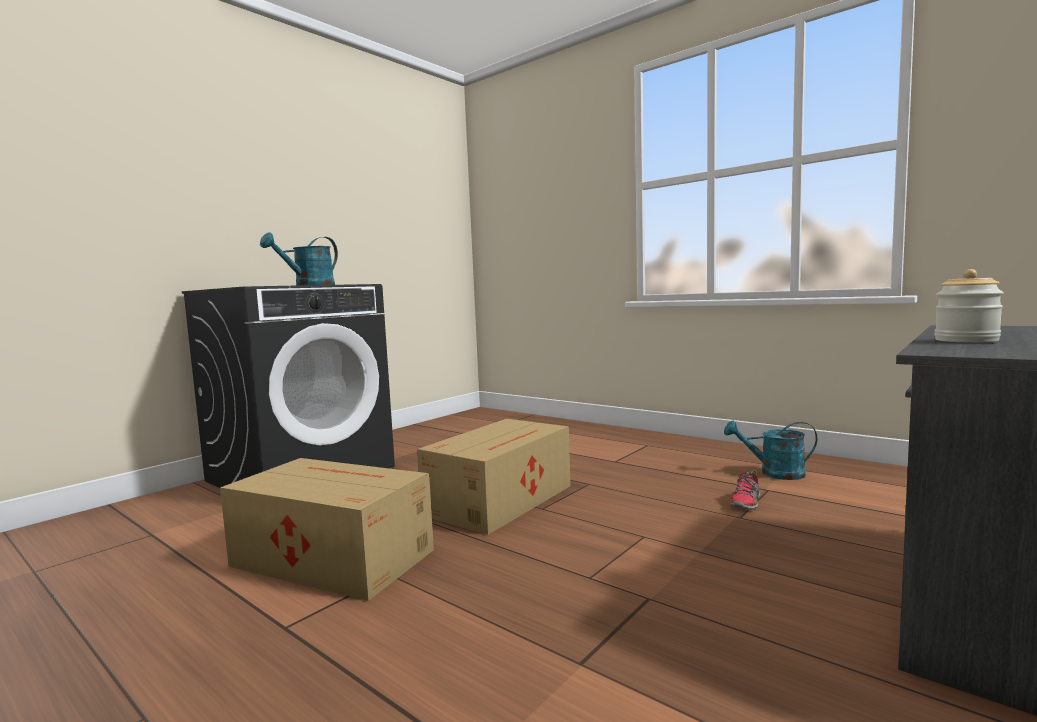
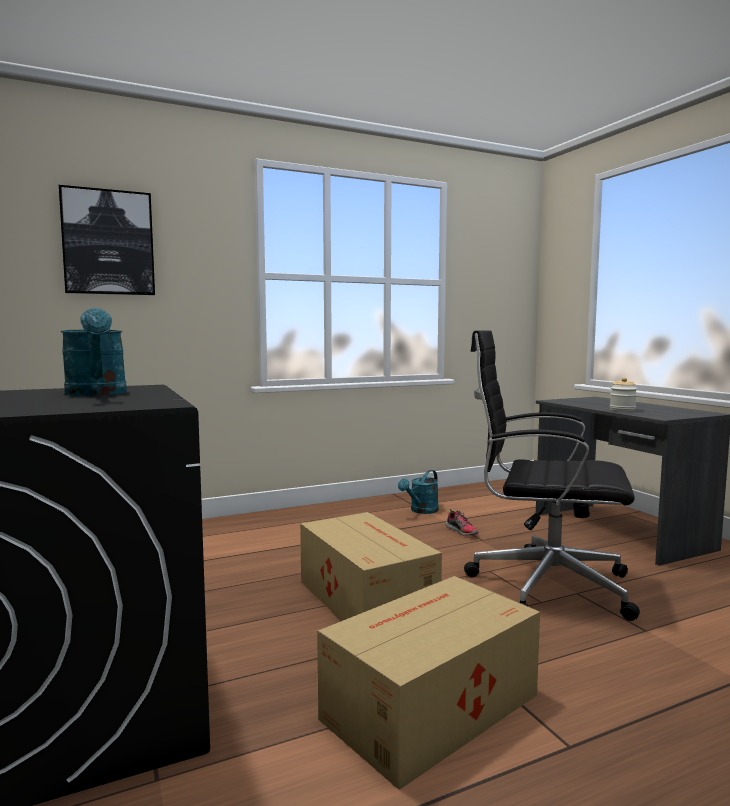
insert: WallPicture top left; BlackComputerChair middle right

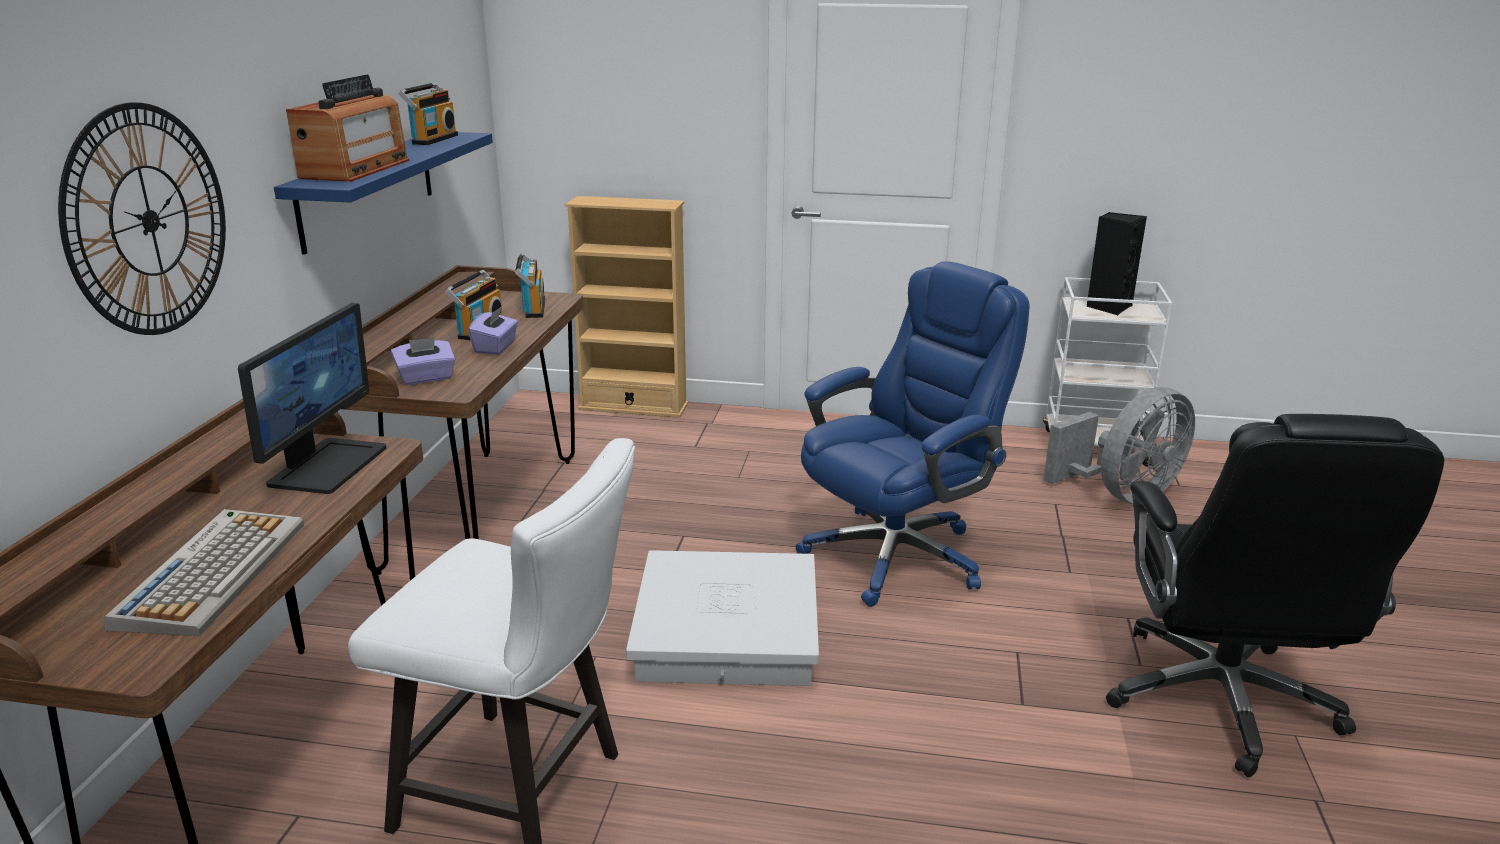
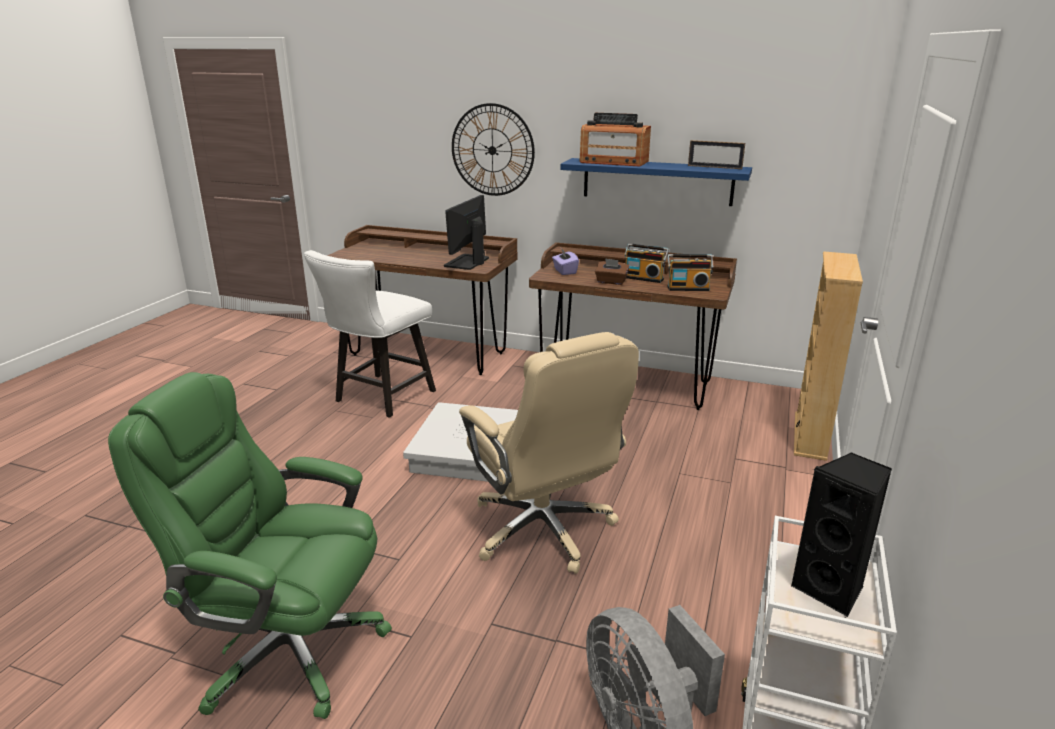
delete: Keyboard bottom left
replace: RadioReceiver (2nd from left) top left to PhotoFrame top right
recolor: PurplishTissueBox (2nd from left) middle left to BrownColouredTissueBox centre; BlueColouredComputerChair centre to BeigeColouredComputerChair centre; BlackComputerChair bottom right to GreenishComputerChair bottom left
rotate: ComputerDisplay middle left = top centre 90 degrees clockwise

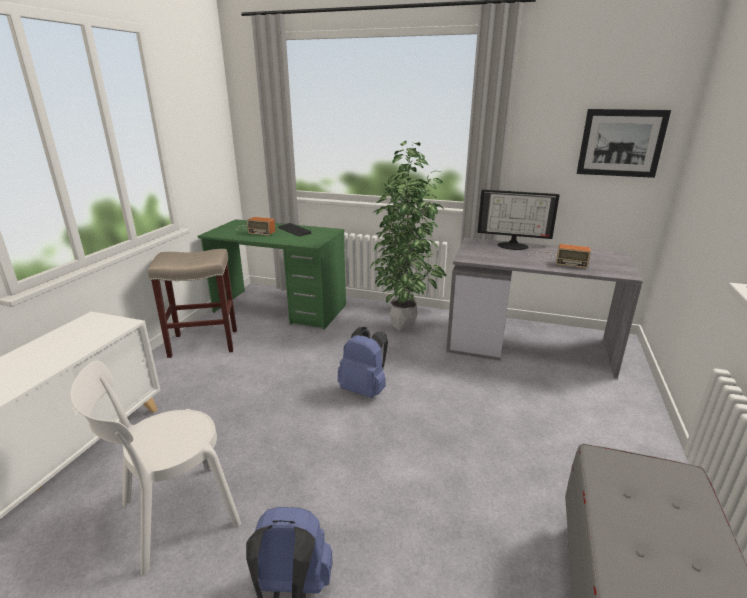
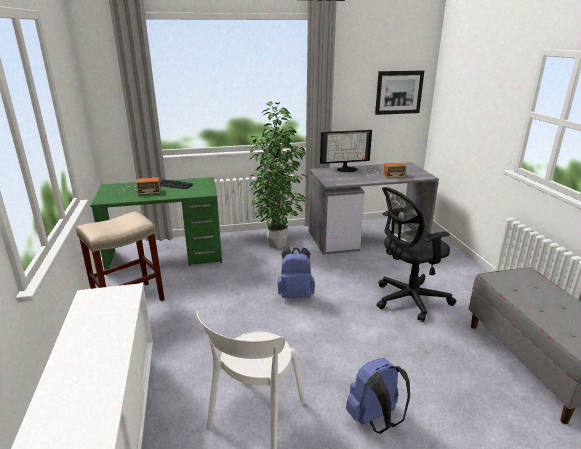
insert: BlackComputerChair middle right

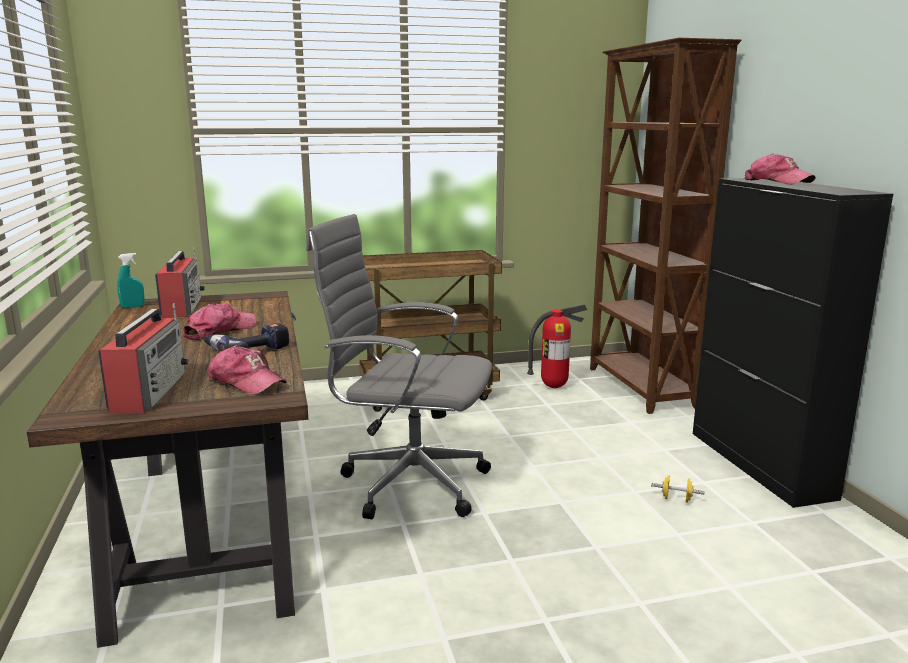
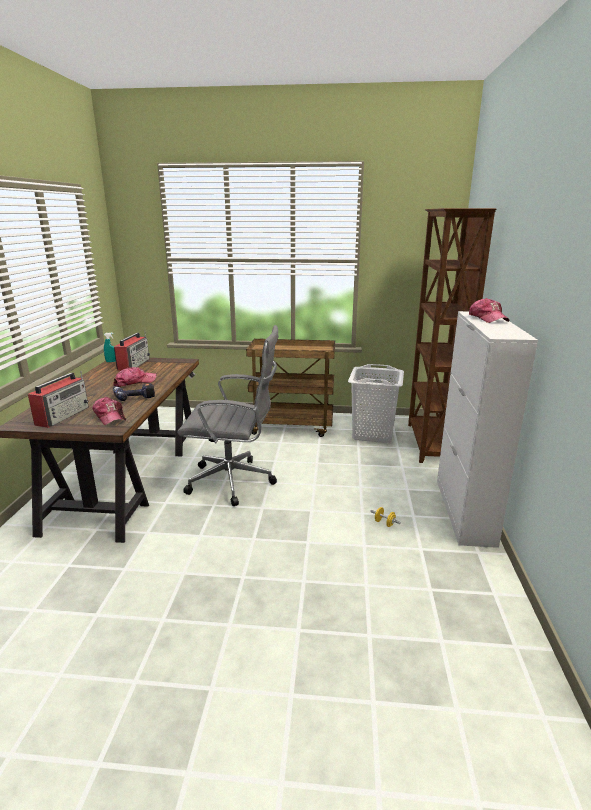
replace: Extinguisher centre to WhitishHamper centre
recolor: BlackStorageCabinet middle right to WhitishStorageCabinet middle right
rotate: GreyishComputerChair centre = centre 150 degrees clockwise

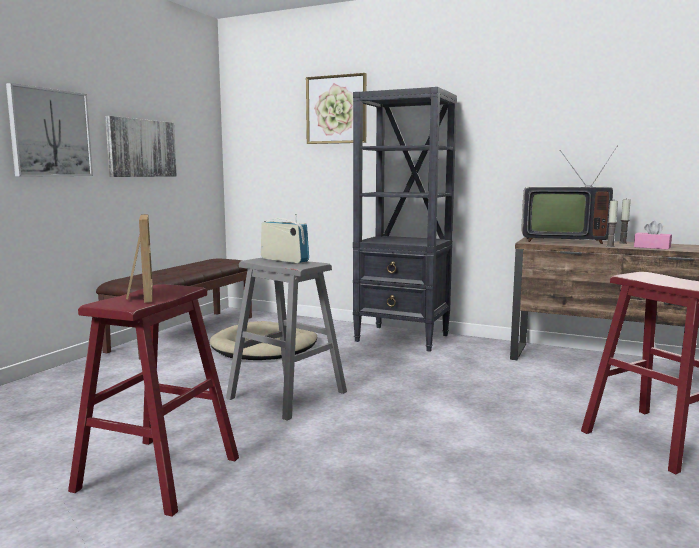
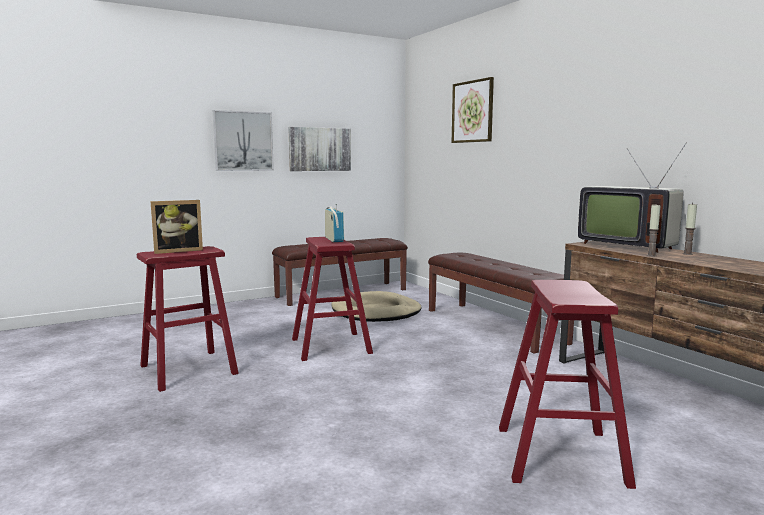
delete: PinkishTissueBox middle right
replace: BlackBookshelf centre to BrownColouredIndoorBench (2nd from left) centre
recolor: GreyishSittingStool centre to RedSittingStool (2nd from left) centre
rotate: PhotoFrame middle left = middle left 45 degrees clockwise

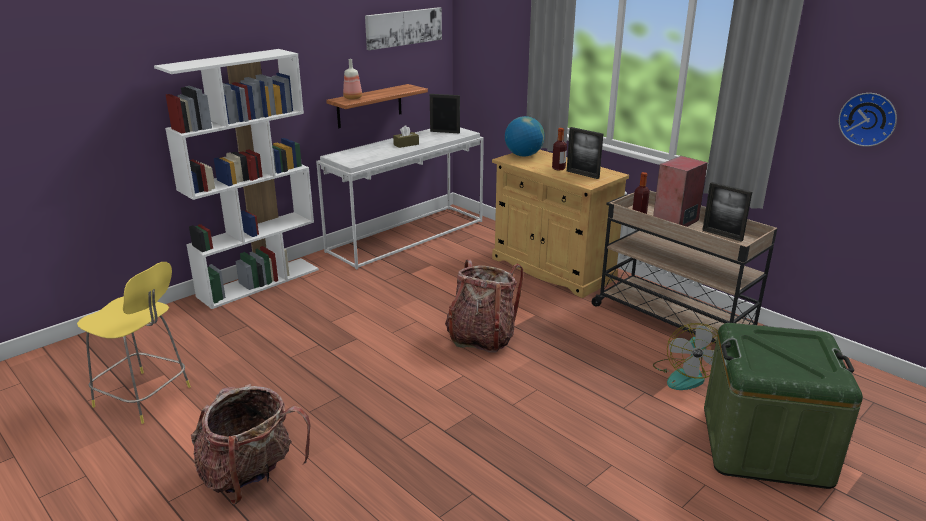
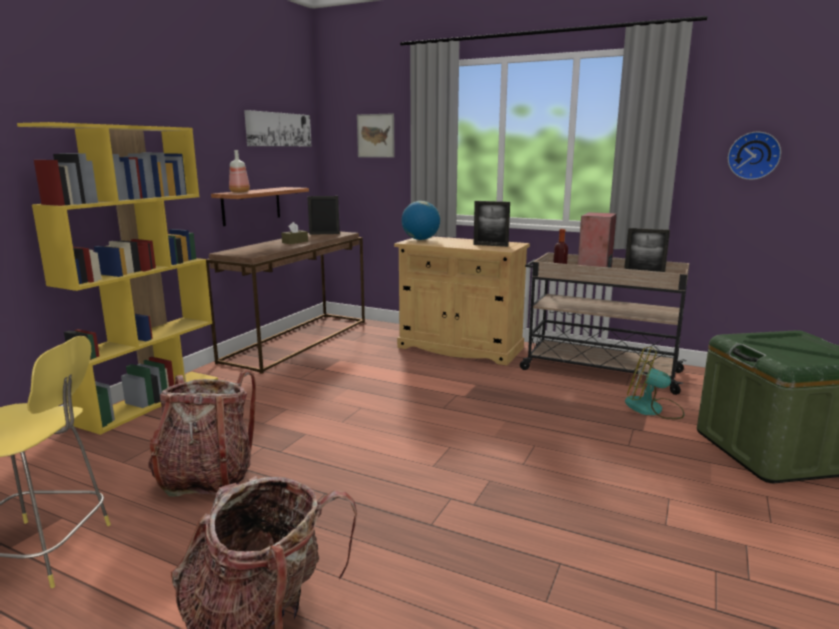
delete: Bottle (2nd from left) top centre
insert: WallPicture (2nd from left) top centre
move: Knapsack (2nd from left in the first image) centre to Knapsack (1st from left) bottom left
recolor: WhitishBookshelf middle left to YellowBookshelf middle left; WhitishNarrowTable centre to BrownColouredNarrowTable centre
rotate: CoolingFan bottom right = middle right 120 degrees clockwise

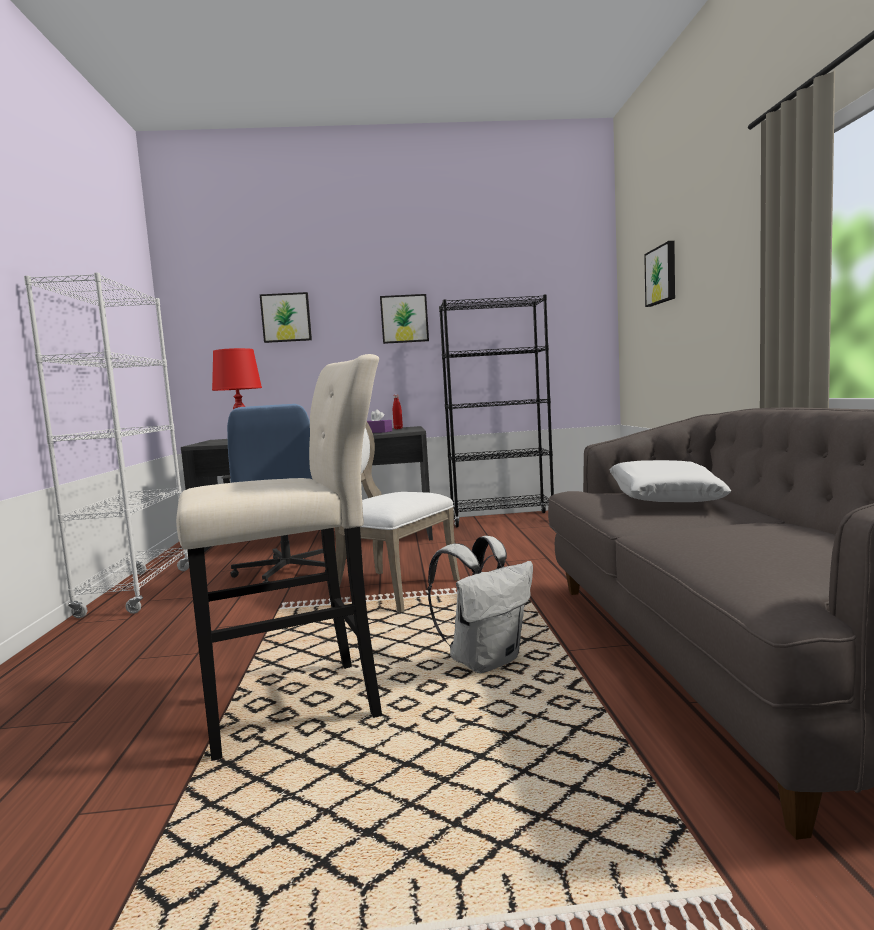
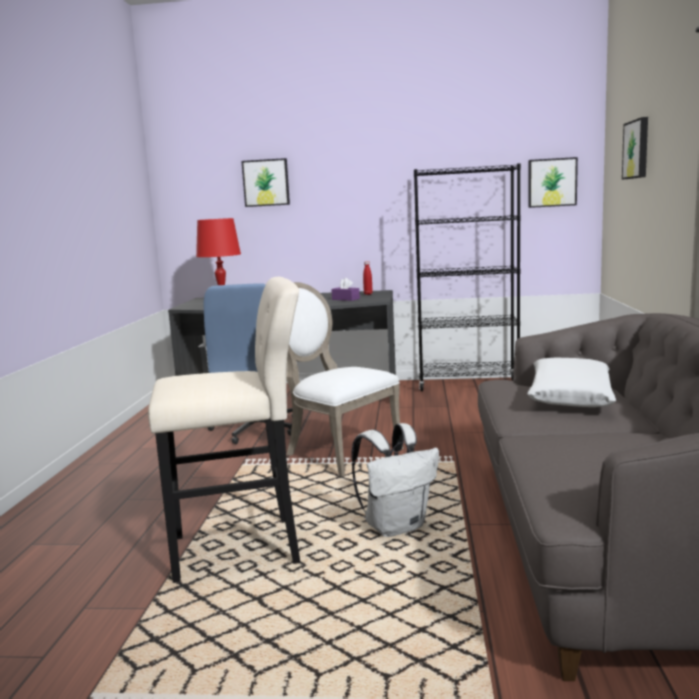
delete: WhitishBookshelf middle left
move: WallPicture (2nd from left) centre to top right

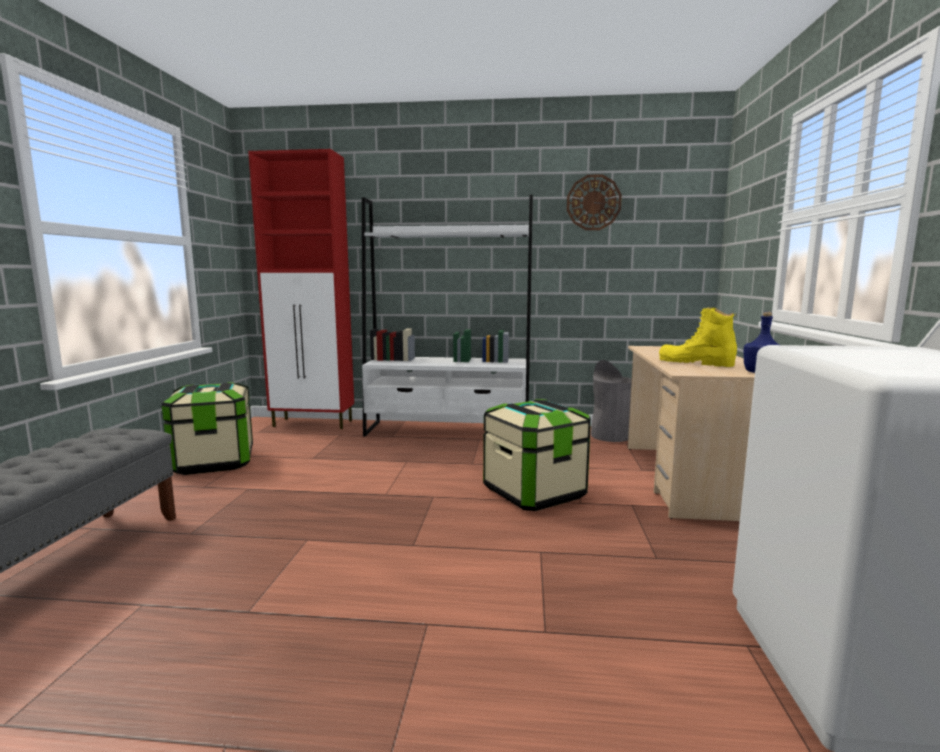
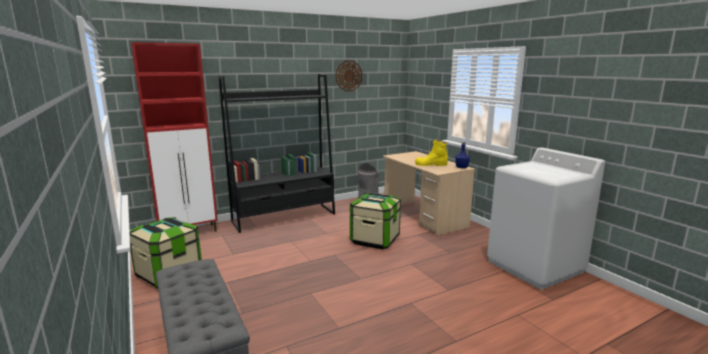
recolor: WhitishBookshelf centre to BlackBookshelf centre

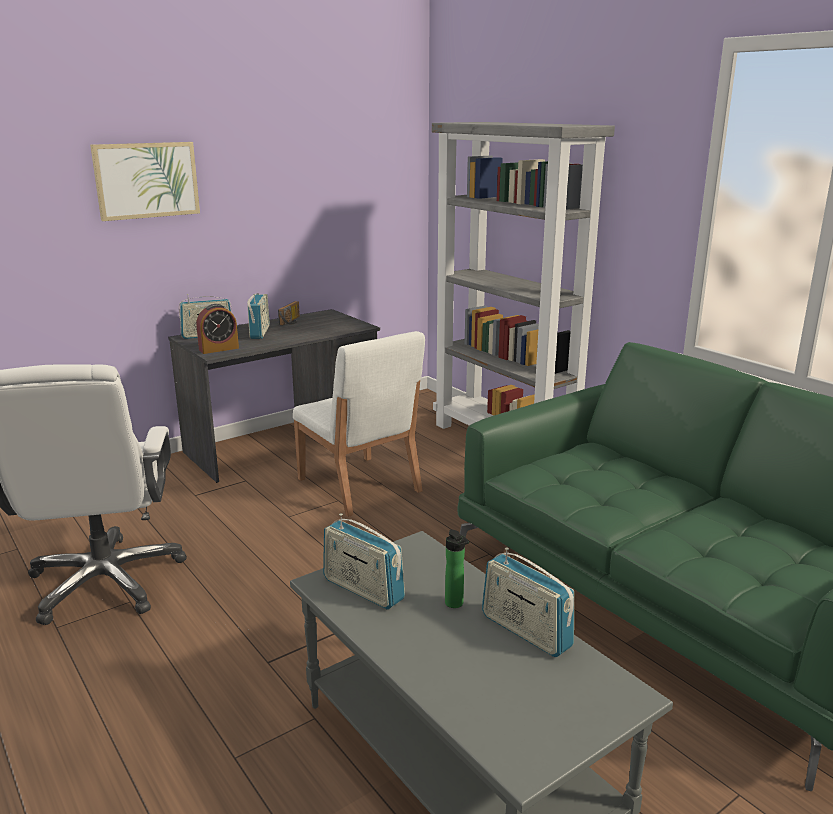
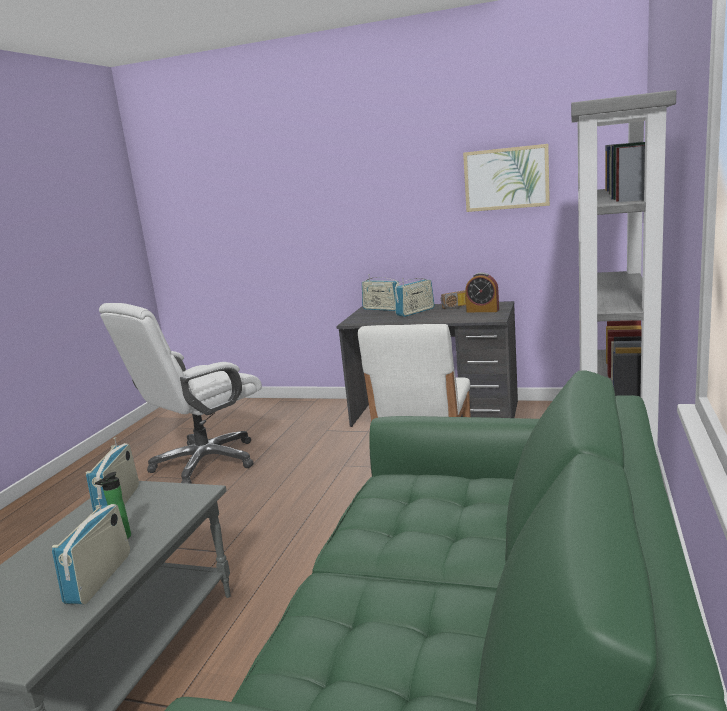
move: WallPicture top left to top right; BedsideClock middle left to centre

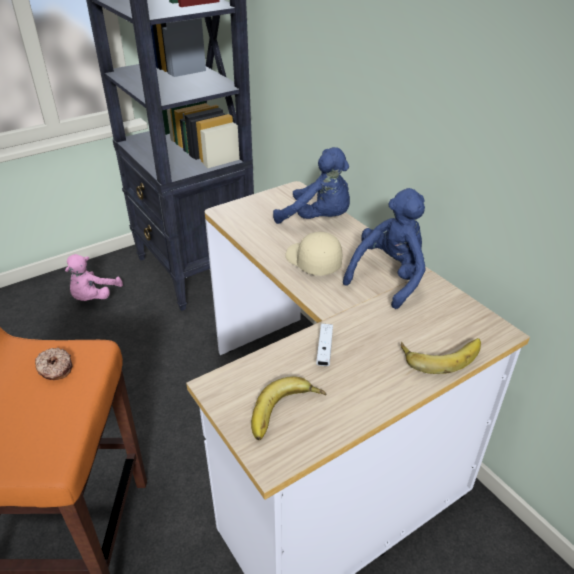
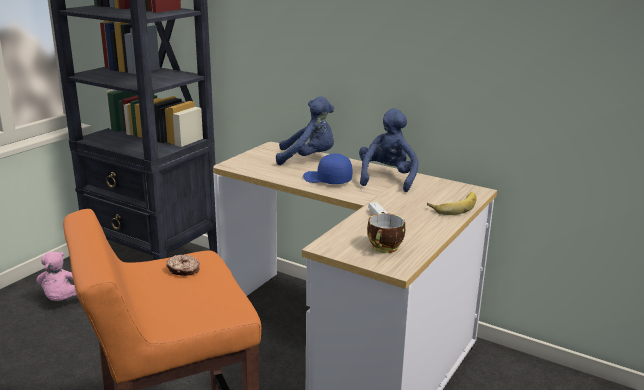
replace: BananaFruit (1st from left) bottom centre to DrinkingCup centre
recolor: BeigeColouredBaseballCap centre to BlueColouredBaseballCap centre

